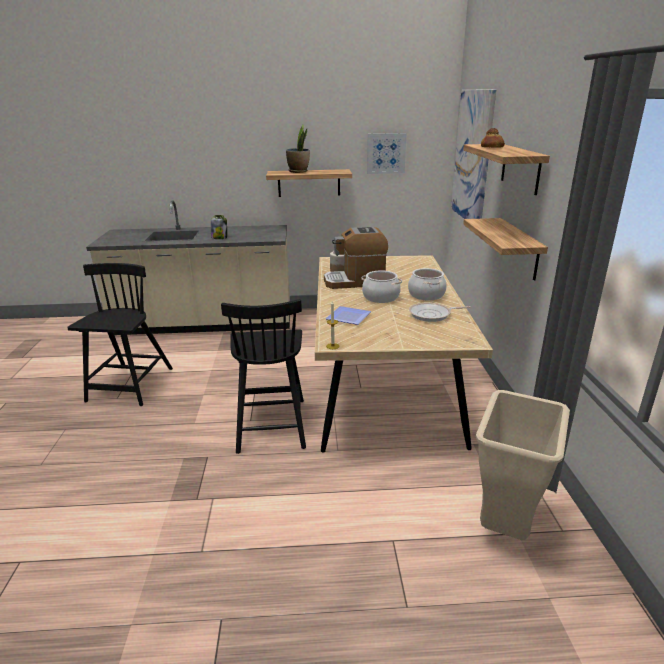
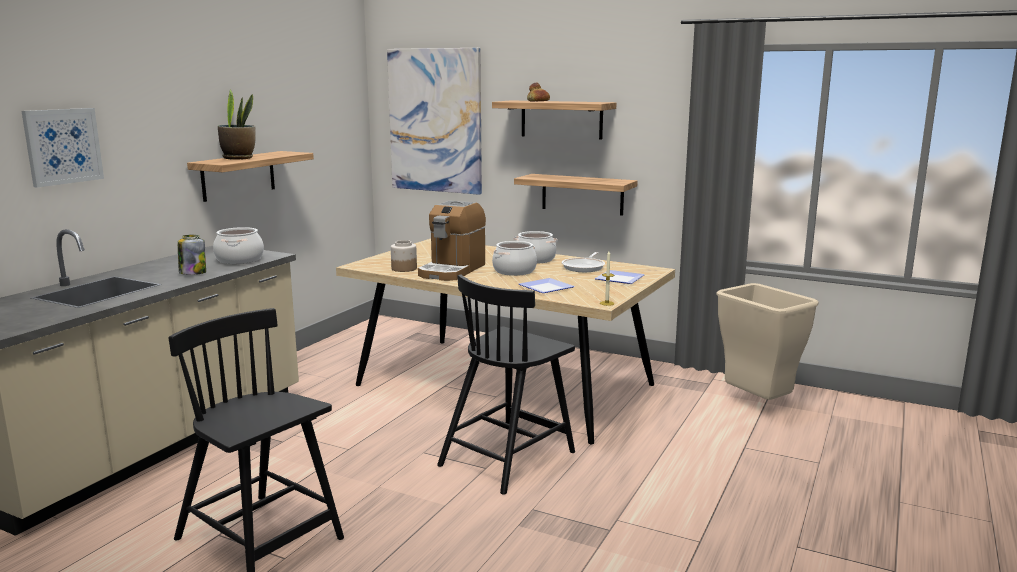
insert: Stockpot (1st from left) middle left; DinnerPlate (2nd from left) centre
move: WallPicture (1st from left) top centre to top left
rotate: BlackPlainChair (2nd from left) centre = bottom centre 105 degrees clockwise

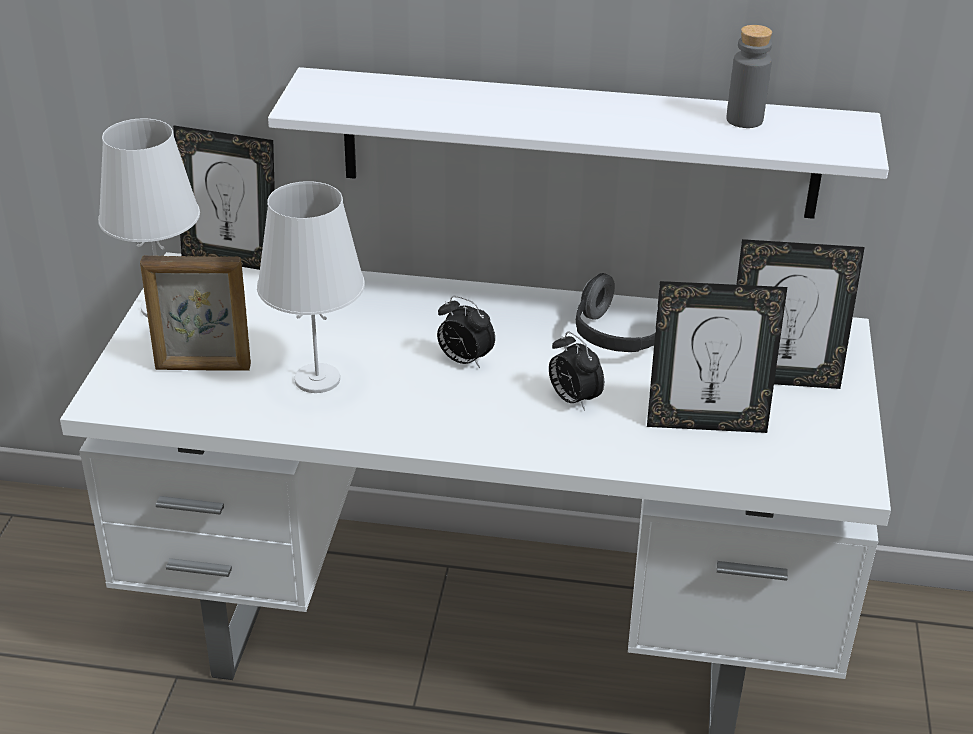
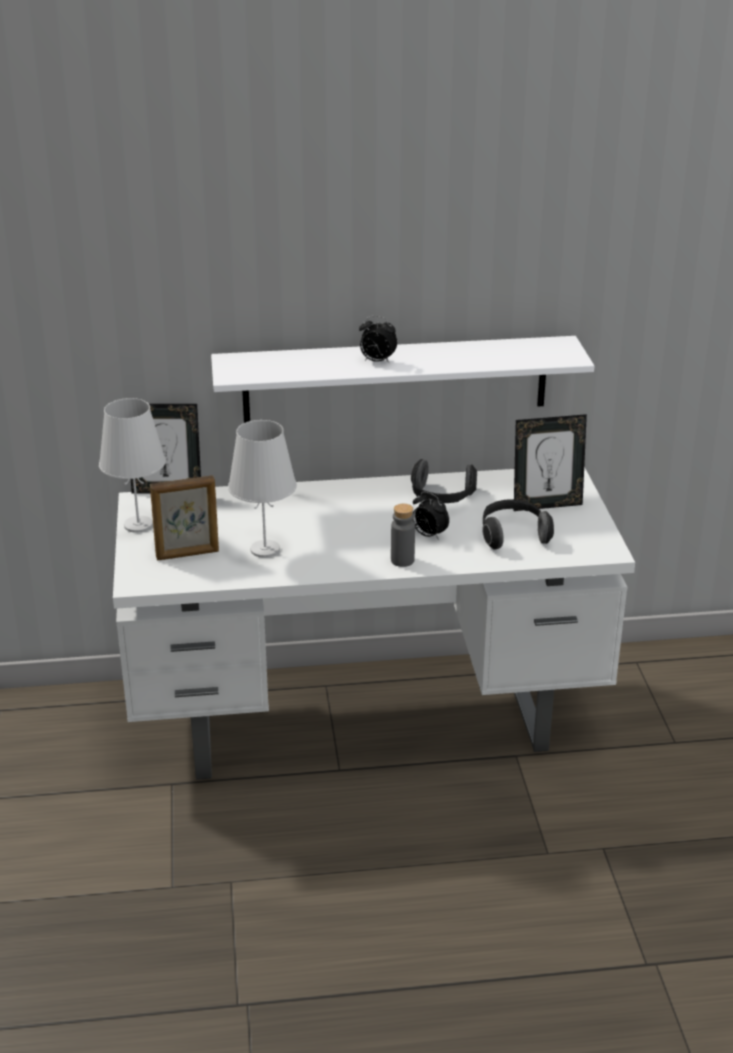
move: BedsideClock (1st from left) centre to top centre; GreyishBottle top right to centre
replace: PhotoFrame (3rd from left) middle right to Headset (2nd from left) middle right

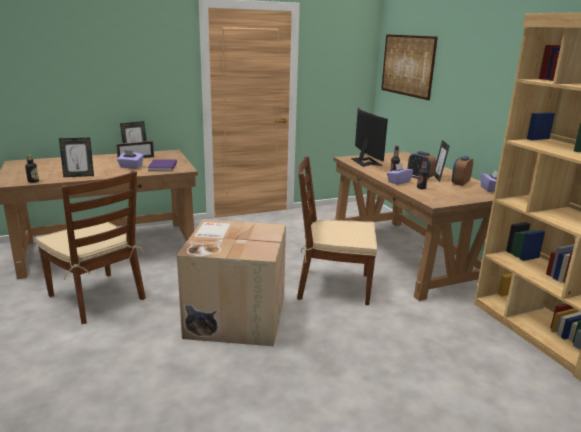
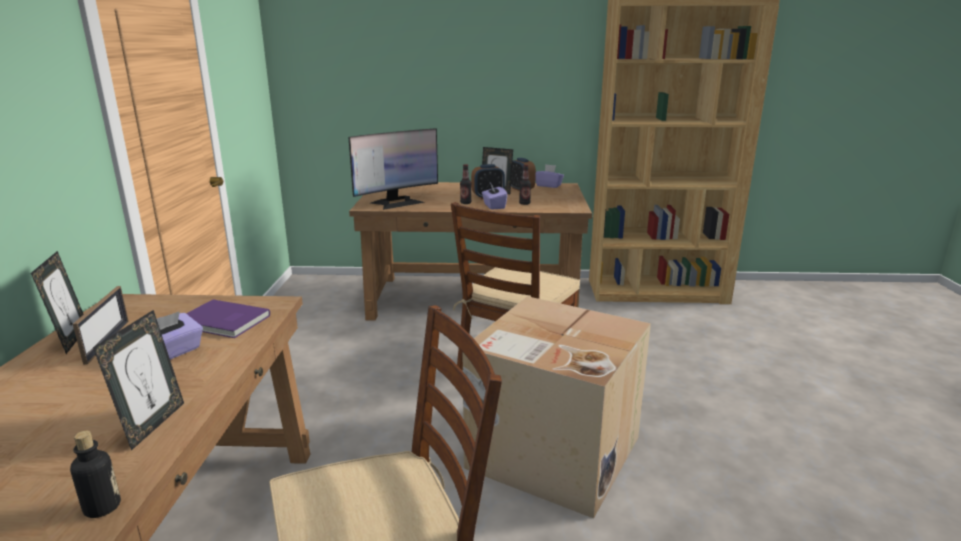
delete: WallPicture top right
rotate: ComputerDisplay top centre = top centre 135 degrees clockwise

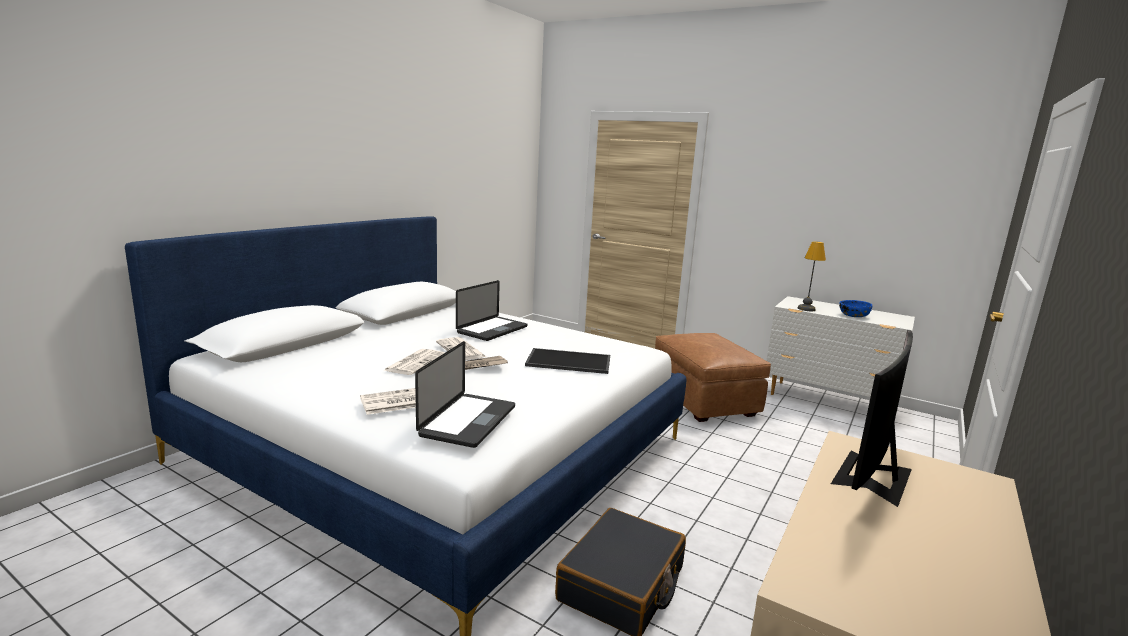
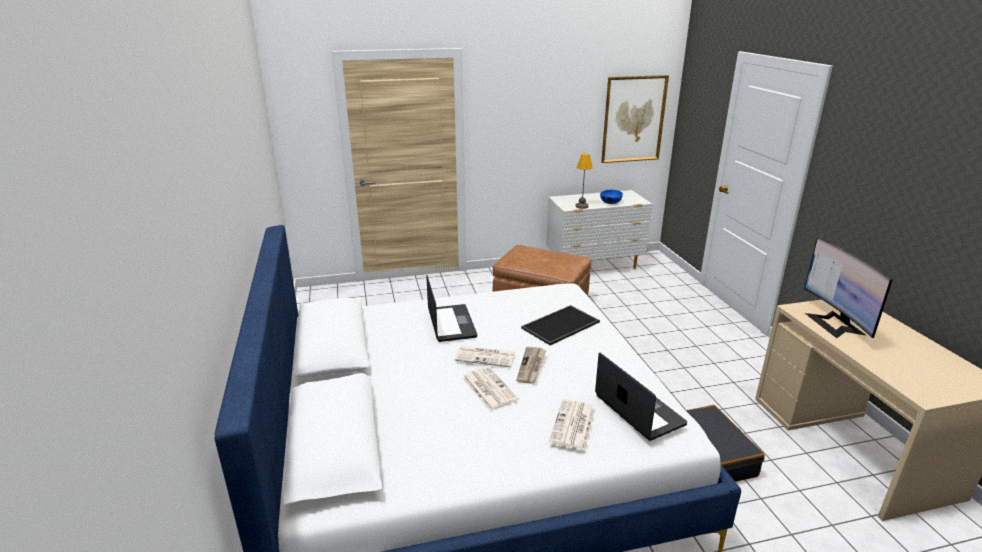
insert: WallPicture top centre

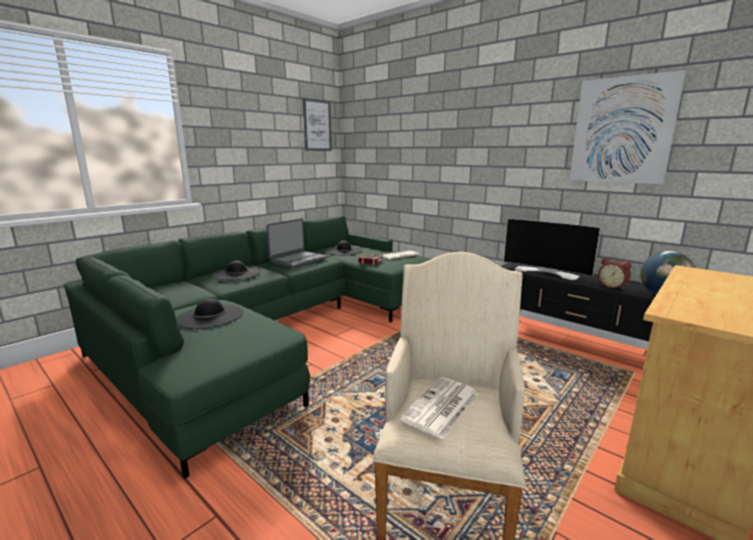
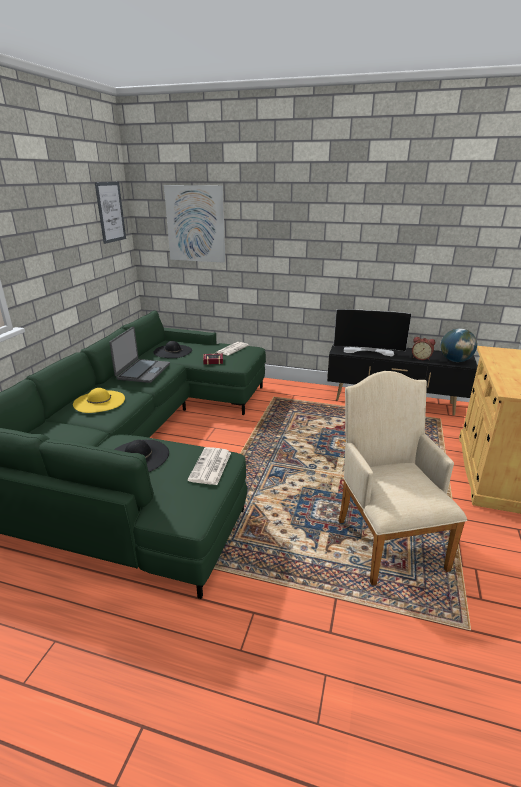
move: PrintedPaper (2nd from left in the first image) bottom centre to PrintedPaper (1st from left) centre; WallPicture (2nd from left) top right to top centre
recolor: BlackClothingHat (2nd from left) middle left to YellowClothingHat middle left

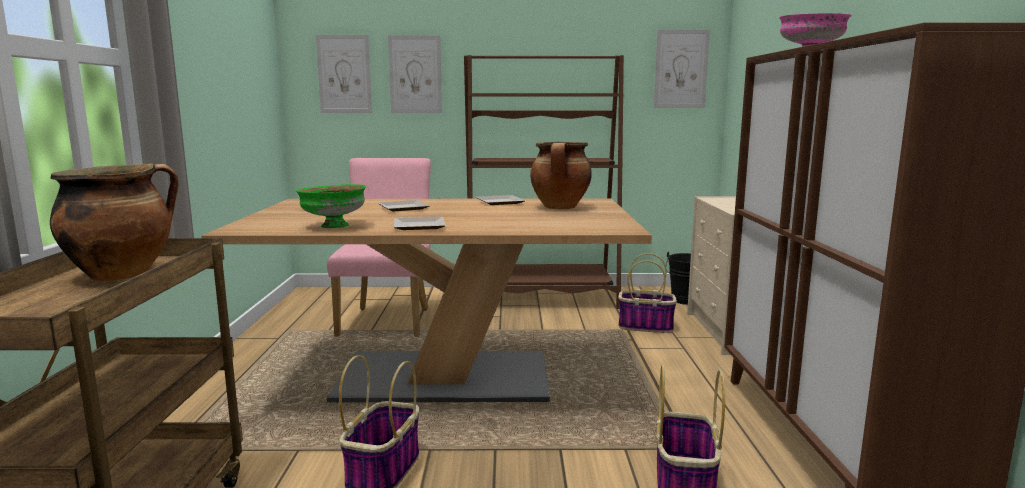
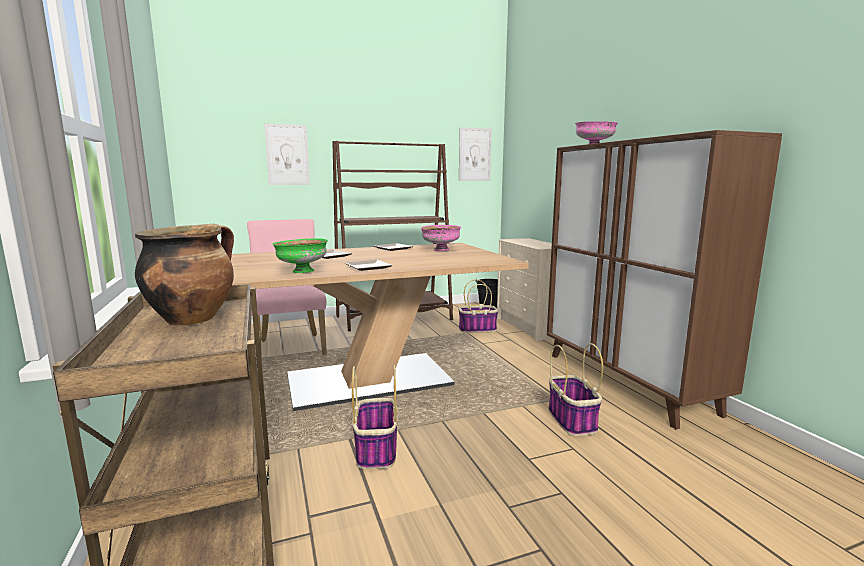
delete: WallPicture (1st from left) top centre
replace: Stockpot (2nd from left) centre to PinkishBowl (1st from left) centre

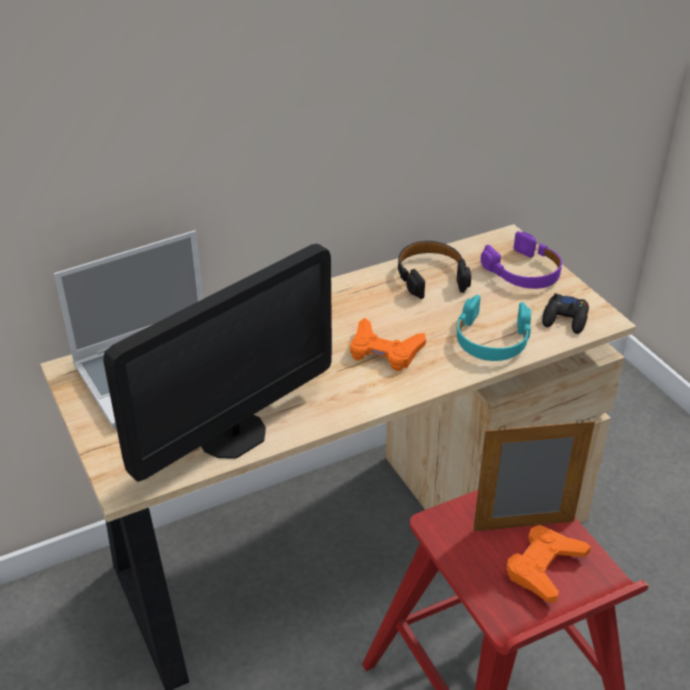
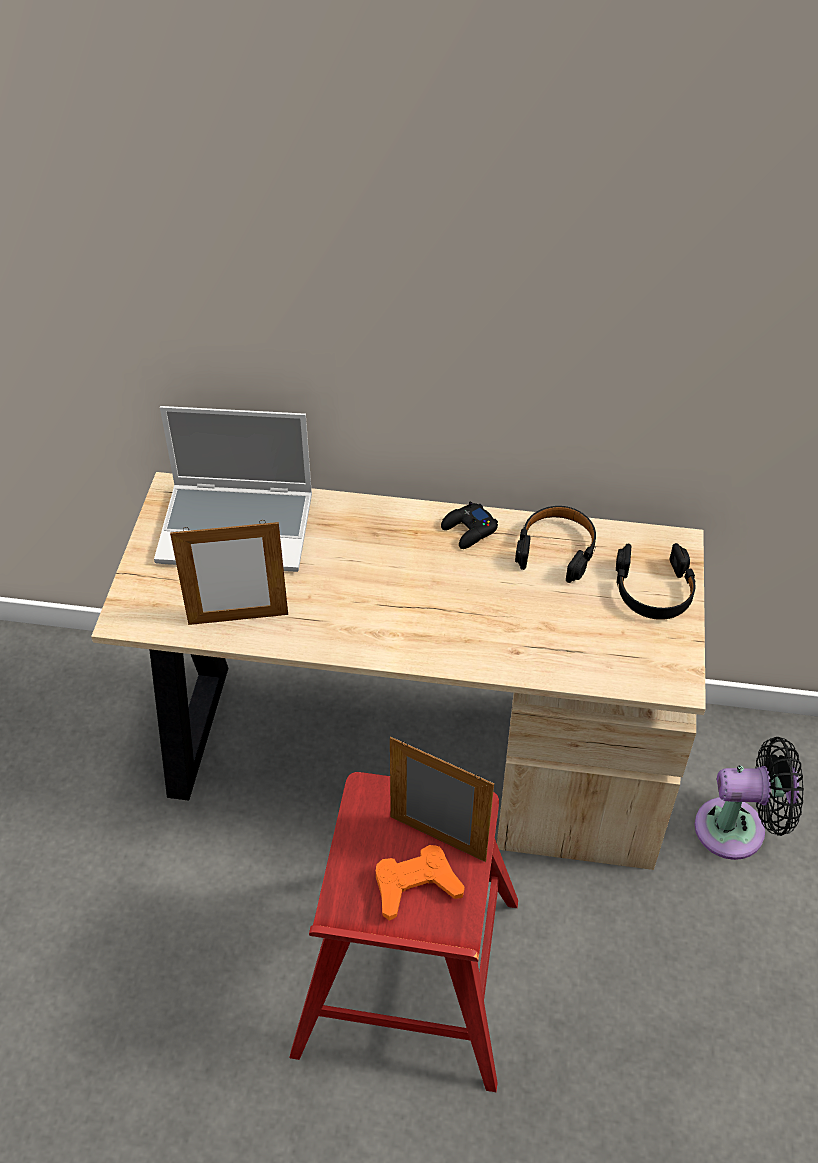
delete: OrangeGamepad (1st from left) centre; TurquoiseColouredHeadset middle right
insert: BlackCoolingFan bottom right
move: BlackGamepad middle right to centre
replace: ComputerDisplay middle left to PhotoFrame (1st from left) middle left
recolor: PurplishHeadset middle right to BlackHeadset (2nd from left) middle right

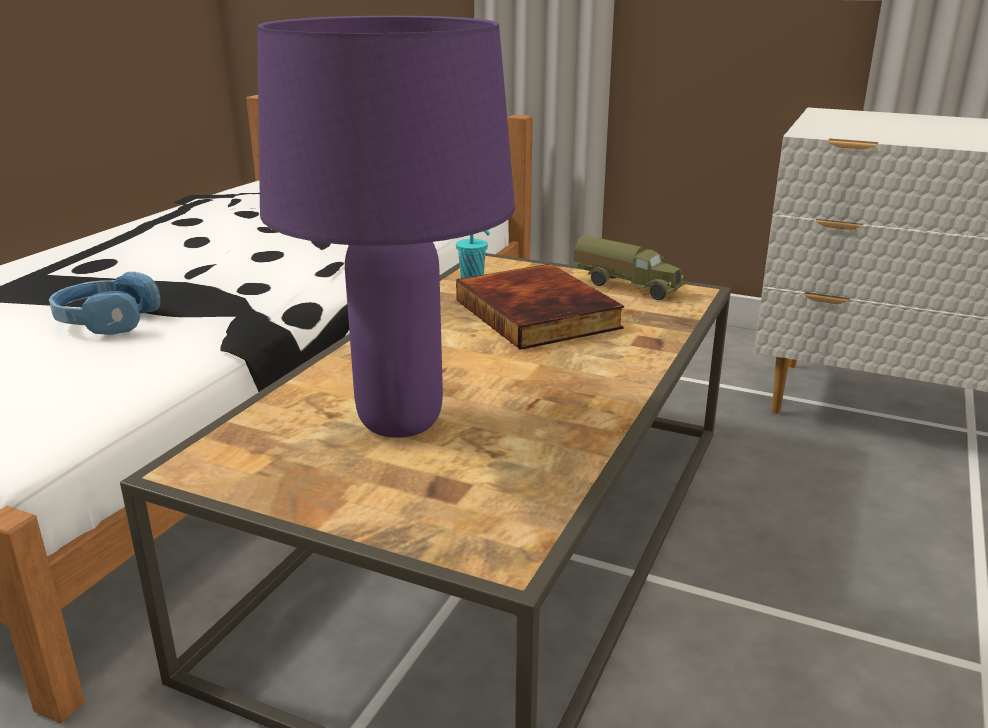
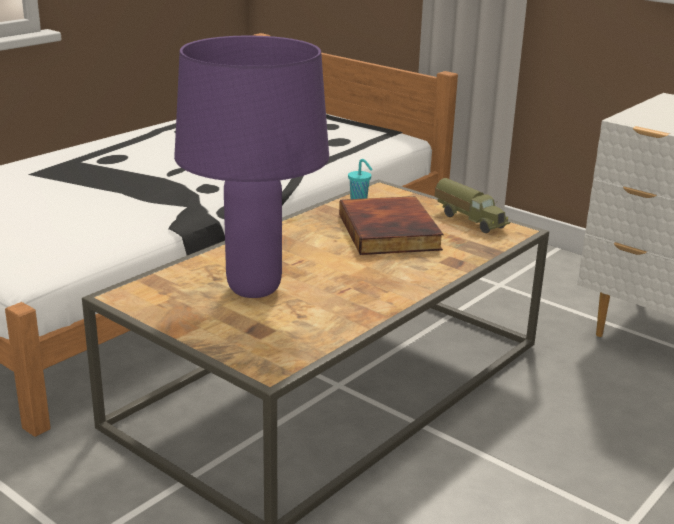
delete: BlueColouredHeadset middle left

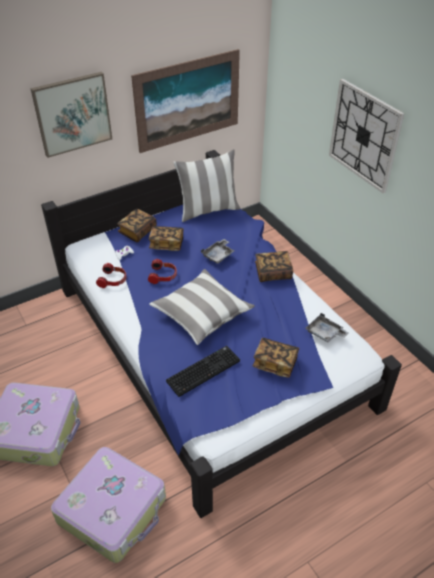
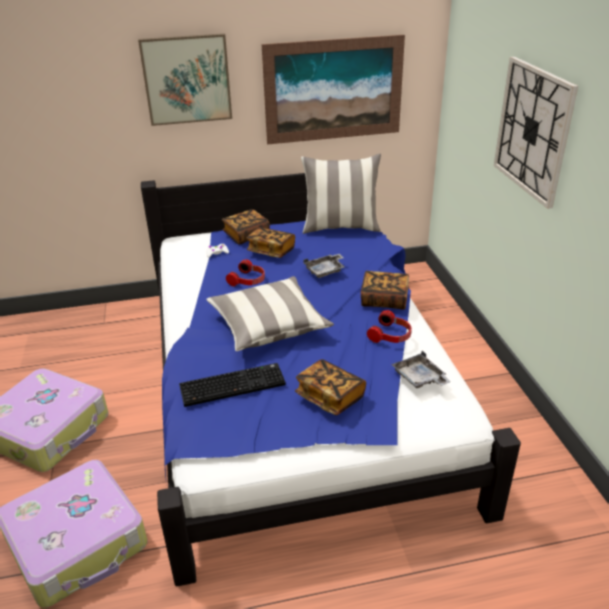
move: Headset (1st from left in the first image) middle left to Headset (2nd from left) centre

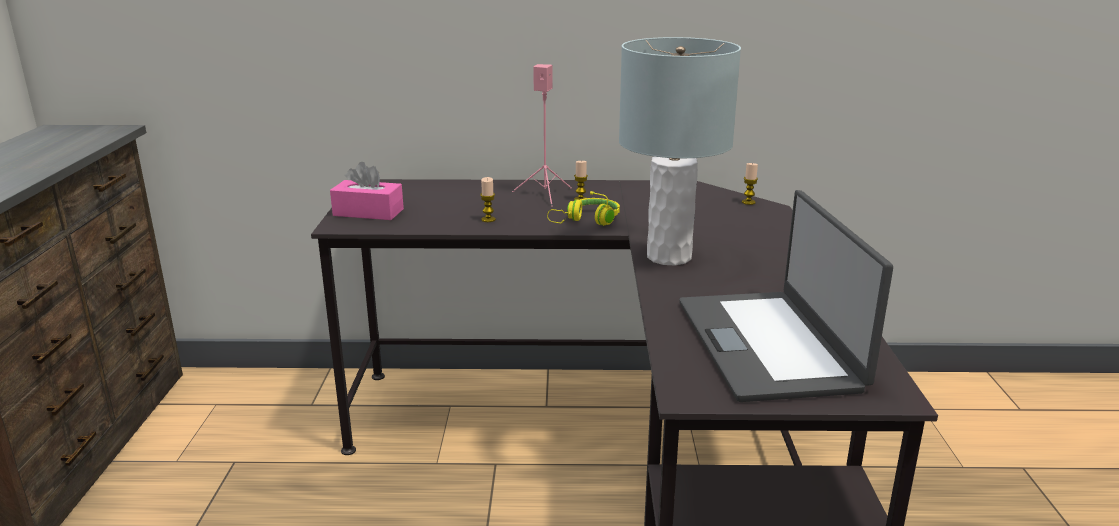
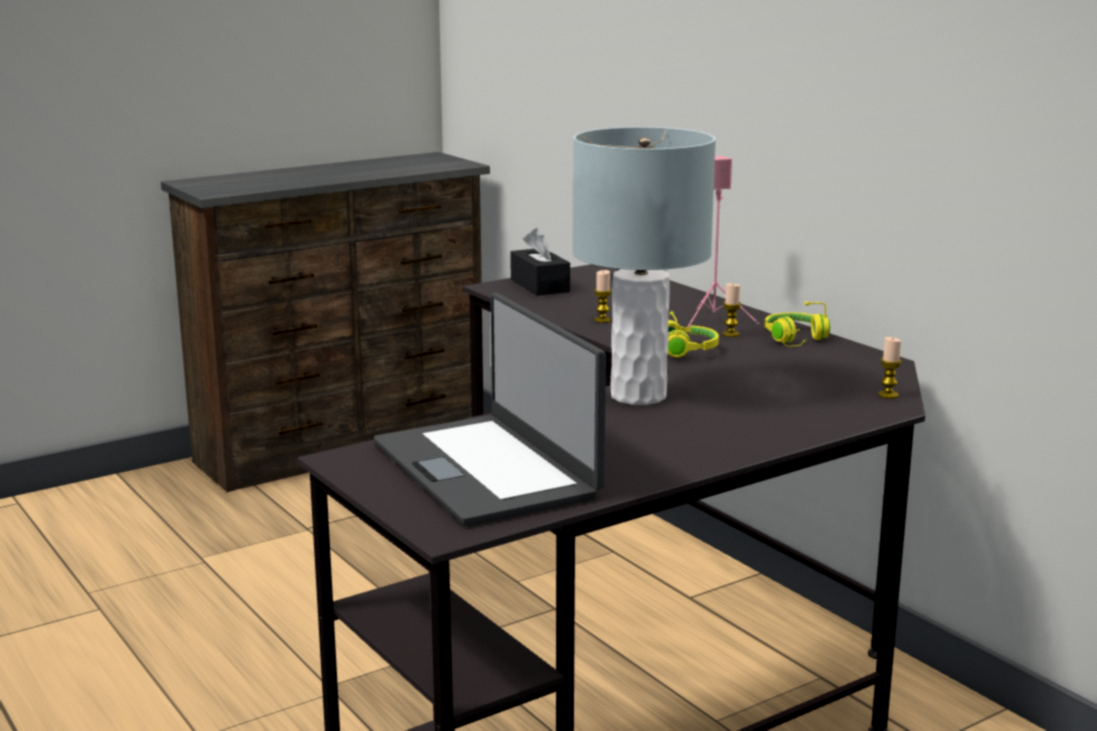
insert: YellowHeadset (2nd from left) middle right
recolor: PinkishTissueBox middle left to BlackTissueBox centre
rotate: NotebookComputer middle right = centre 75 degrees counterclockwise

